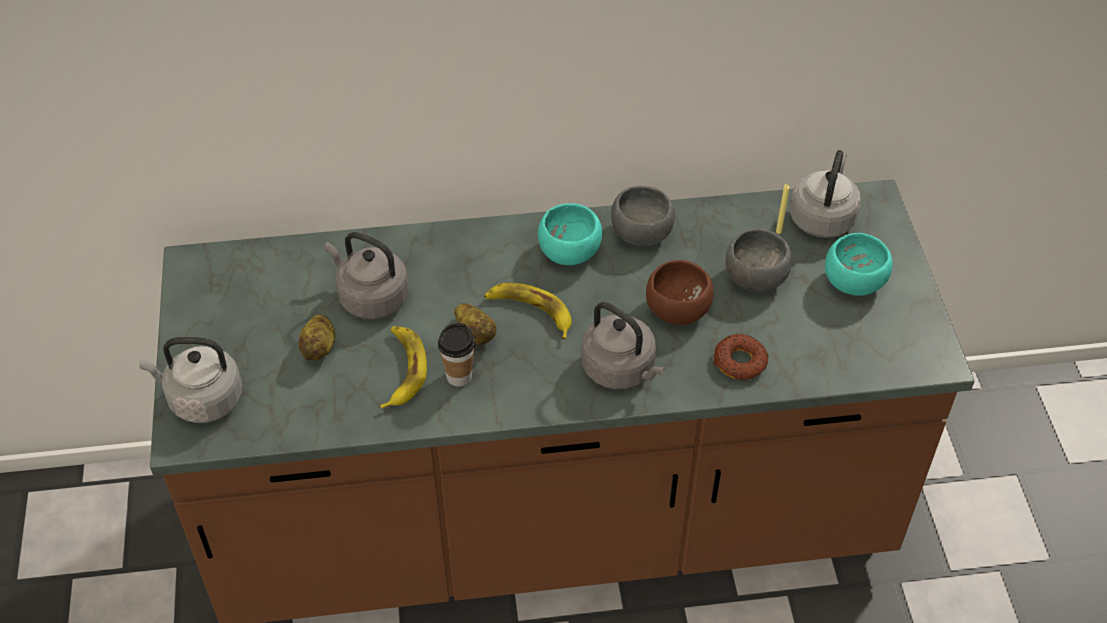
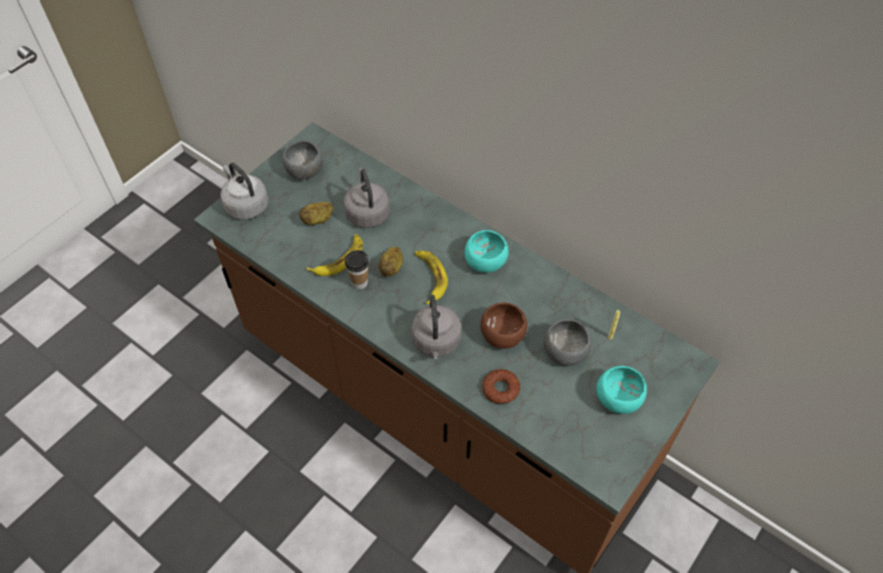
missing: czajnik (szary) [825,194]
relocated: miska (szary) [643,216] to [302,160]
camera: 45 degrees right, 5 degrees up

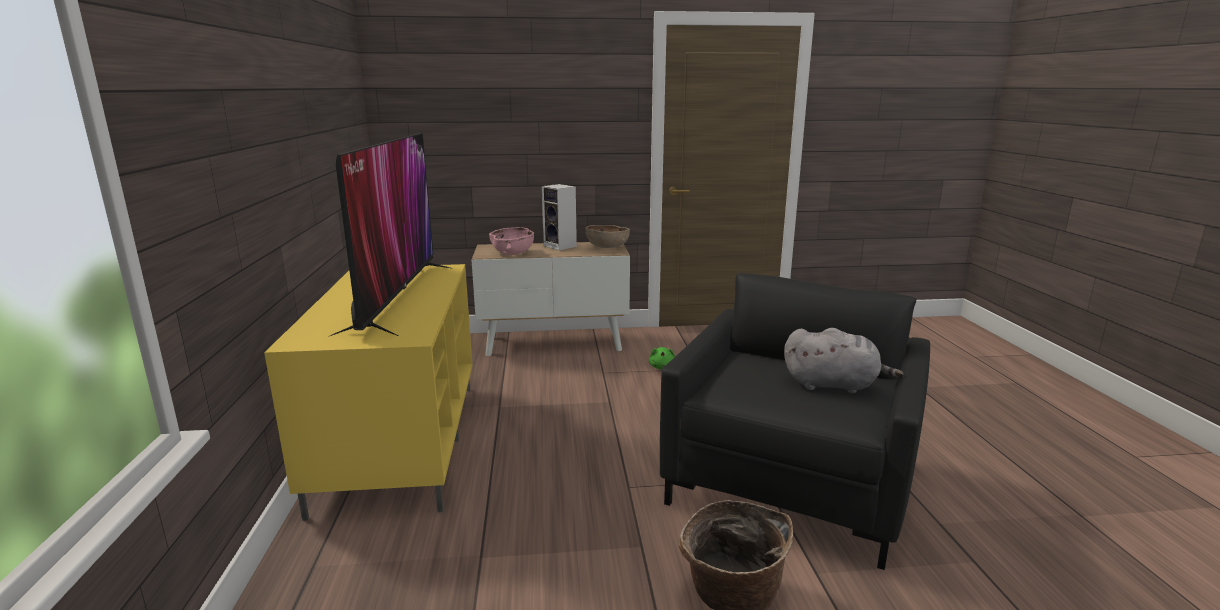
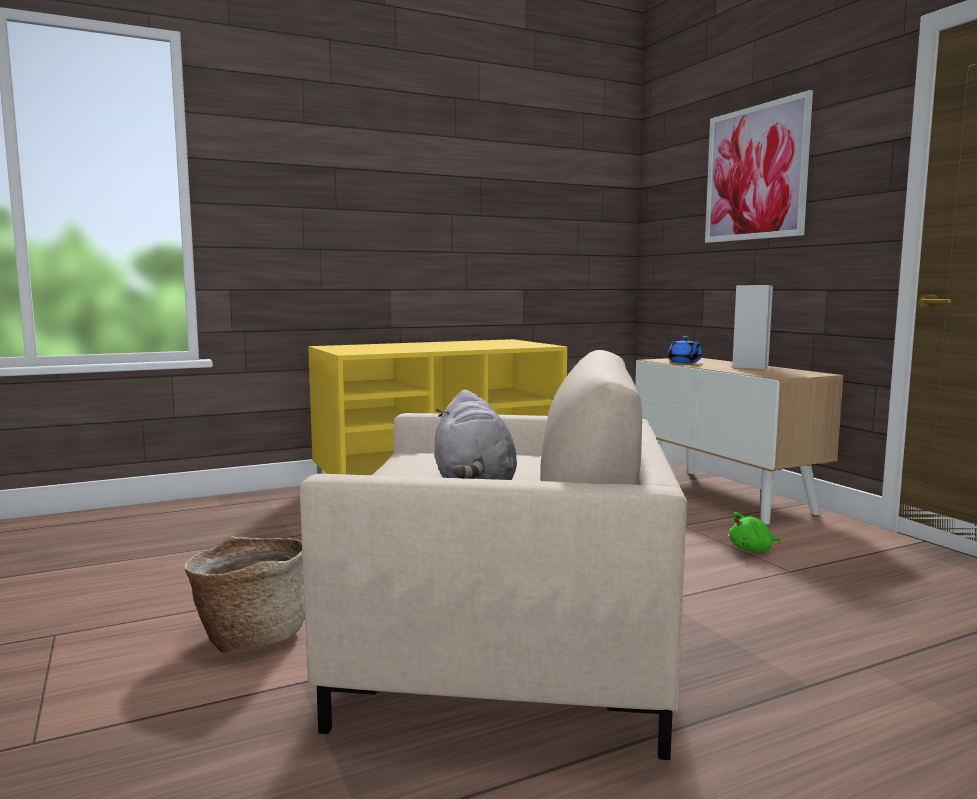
missing: telewizor [391,234]; miska (brązowy) [608,236]
appeared: obraz [759,166]
exchanged: miska (różowy) [511,241] to imbryk (niebieski) [685,349]
colour: fotel (czarny) [795,421] to fotel (beżowy) [493,555]
camera: 70 degrees right, 10 degrees down

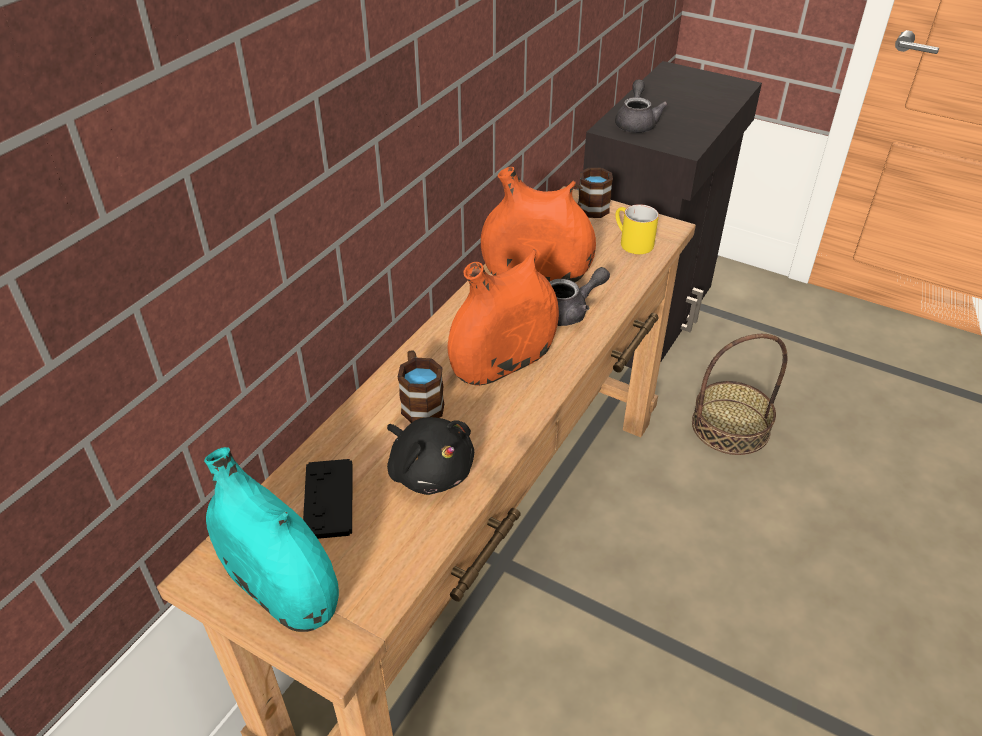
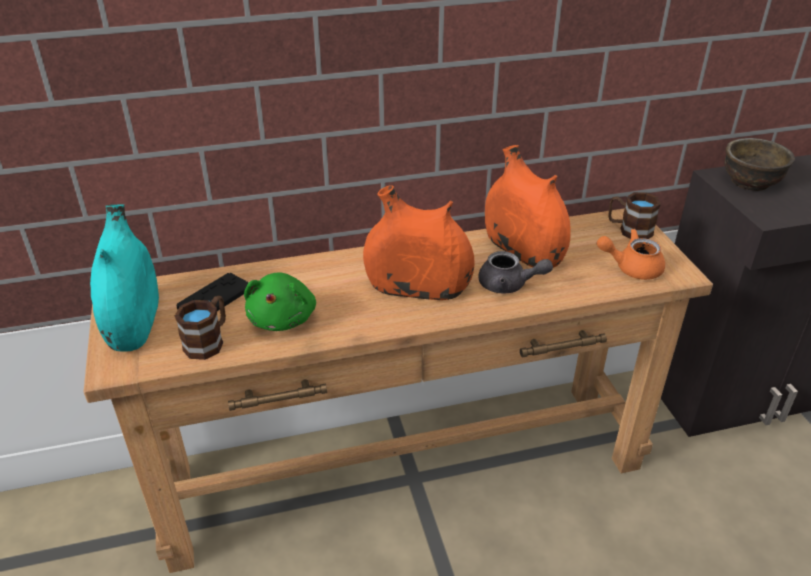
missing: koszyk [739,394]
relocated: kubek (brązowy) [421,386] to [200,328]
exchanged: imbryk (szary) [641,106] to miska (brązowy) [760,164]; kubek (żółty) [637,229] to imbryk (pomarańczowy) [631,254]
colour: pluszak (czarny) [430,456] to pluszak (zielony) [280,301]
camera: 45 degrees right, 5 degrees down

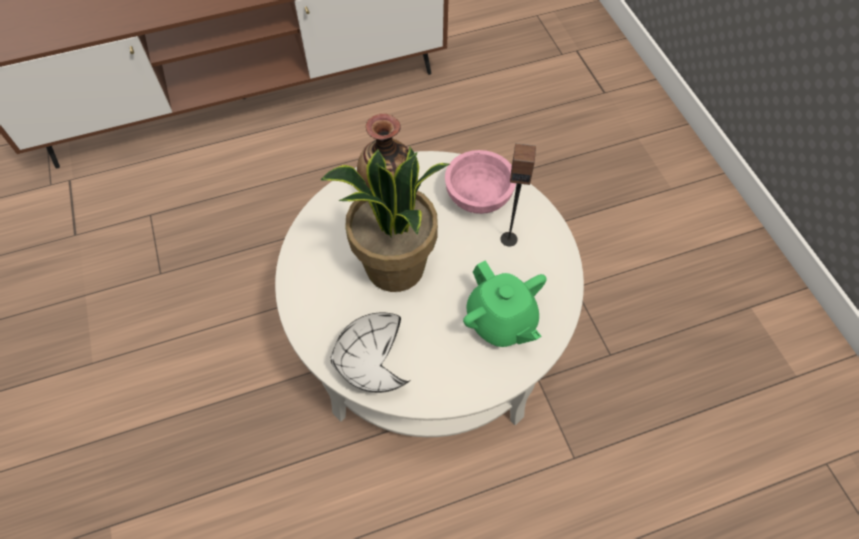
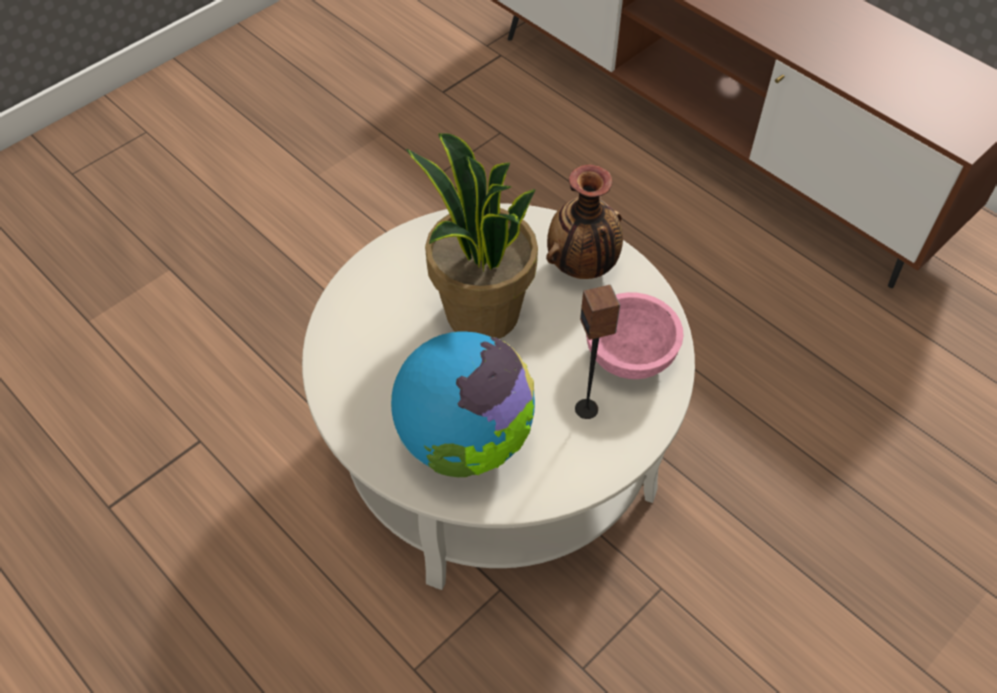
missing: miska (biały) [370,353]
exchanged: imbryk (zielony) [505,303] to globus [463,404]
camera: 65 degrees right, 5 degrees down

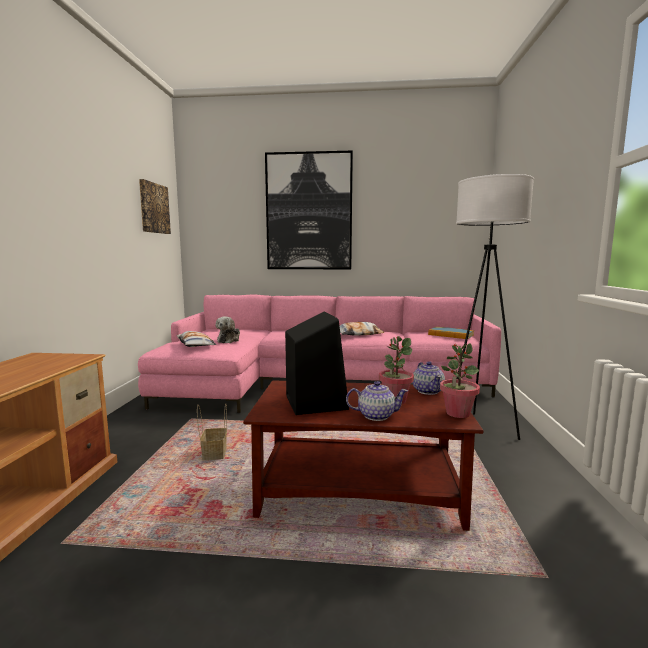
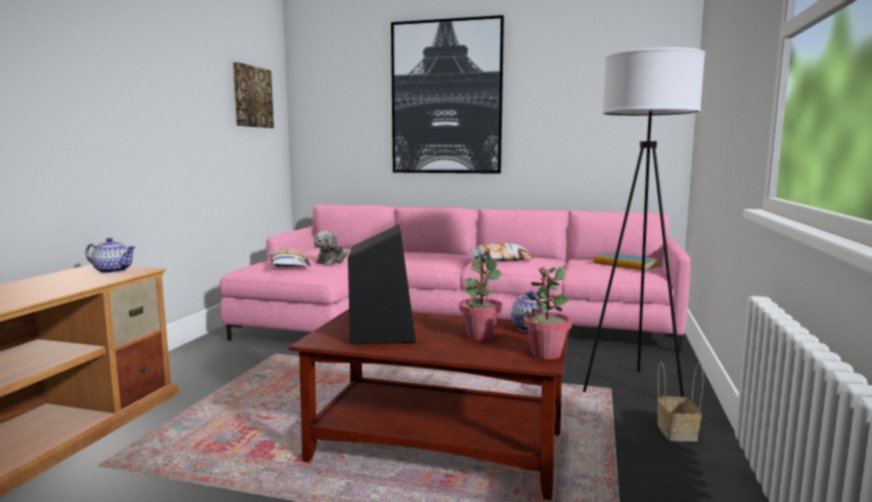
relocated: koszyk [212,431] to [680,402]; imbryk [377,401] to [110,256]
camera: 10 degrees right, 0 degrees up

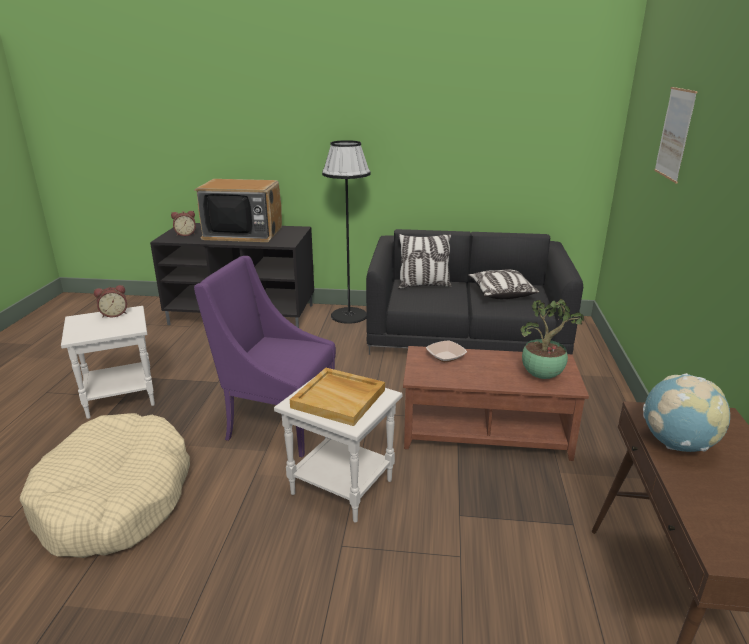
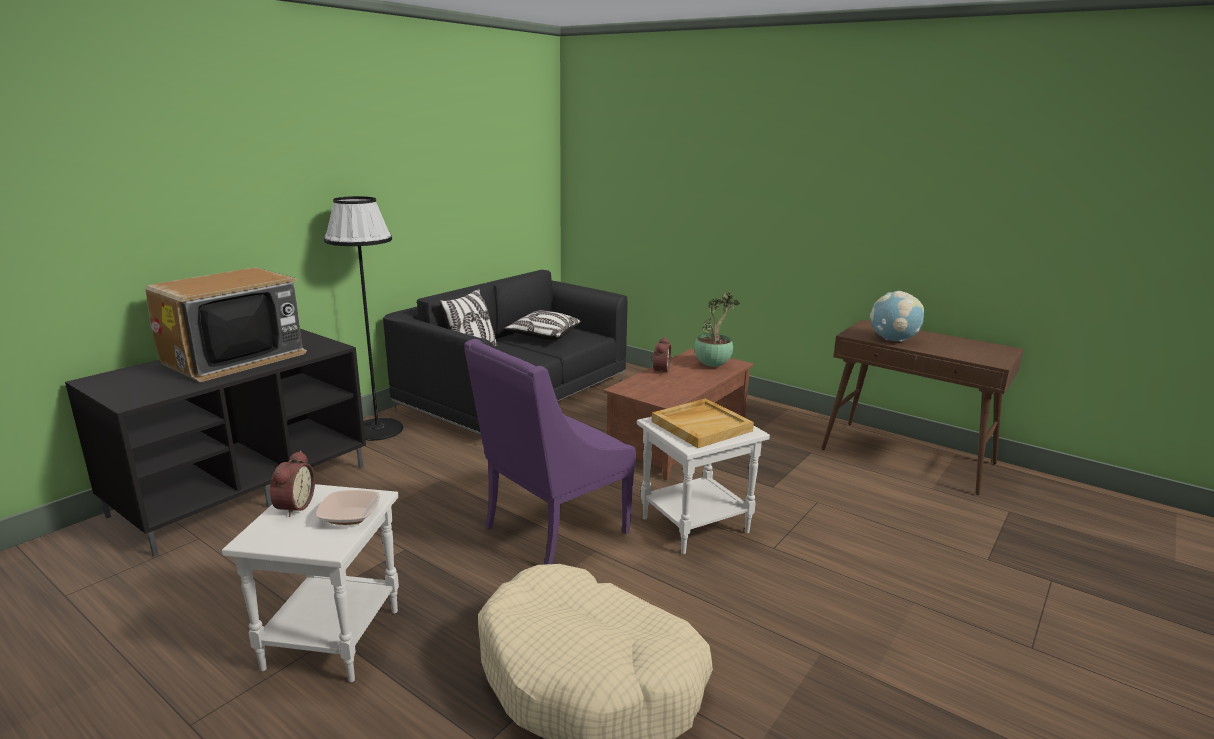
missing: obraz [676,135]
relocated: budzik [183,223] to [661,356]; miska [446,351] to [348,507]
camera: 60 degrees left, 5 degrees down

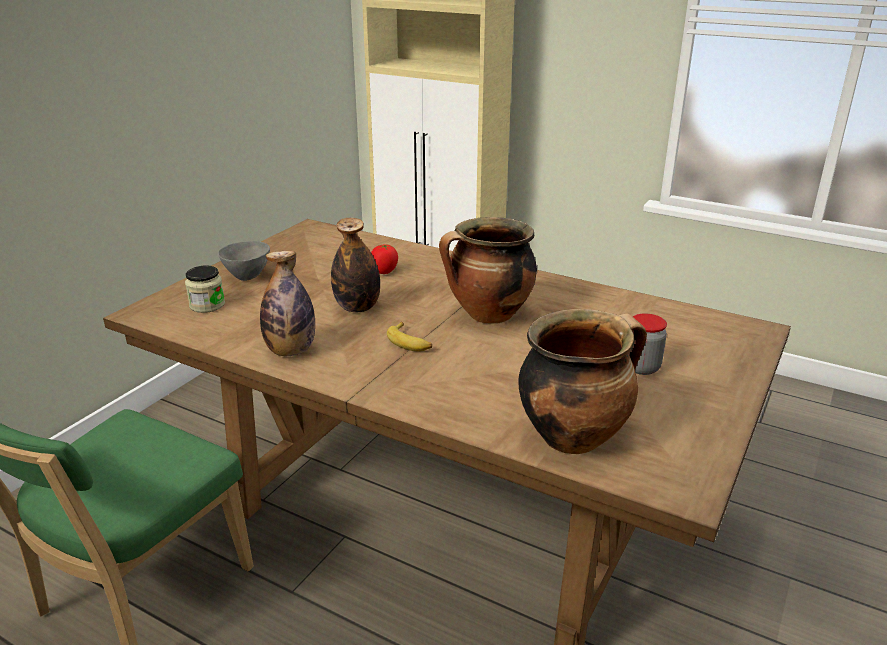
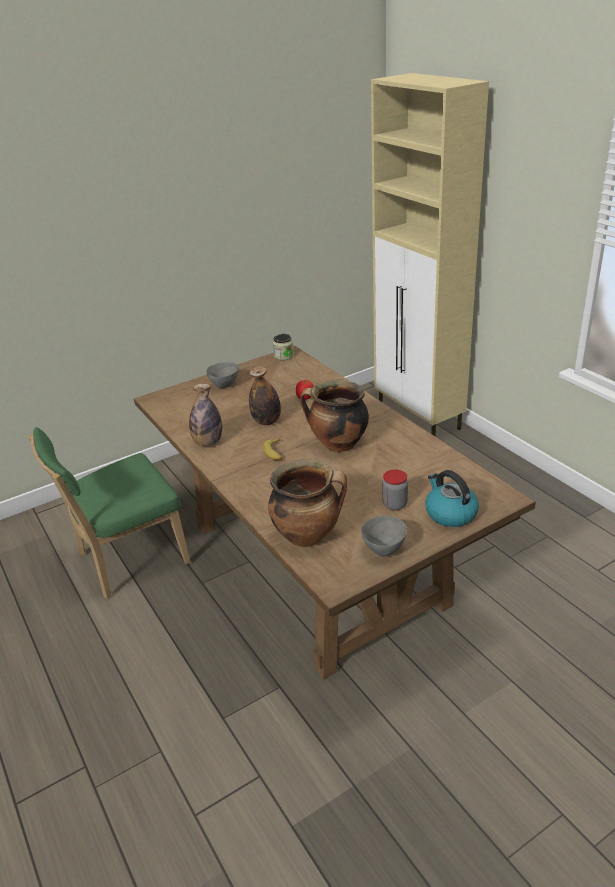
appeared: miska (szary) [384,536]; czajnik [452,498]
relocated: słoik [205,289] to [283,347]
camera: 30 degrees right, 5 degrees up

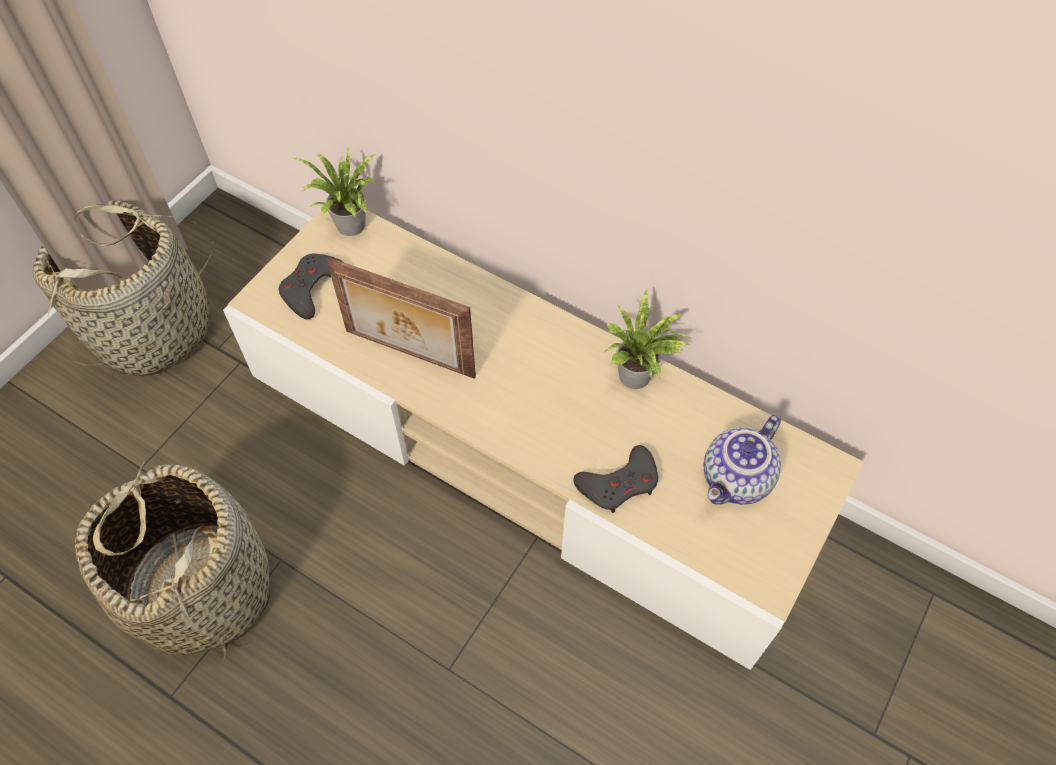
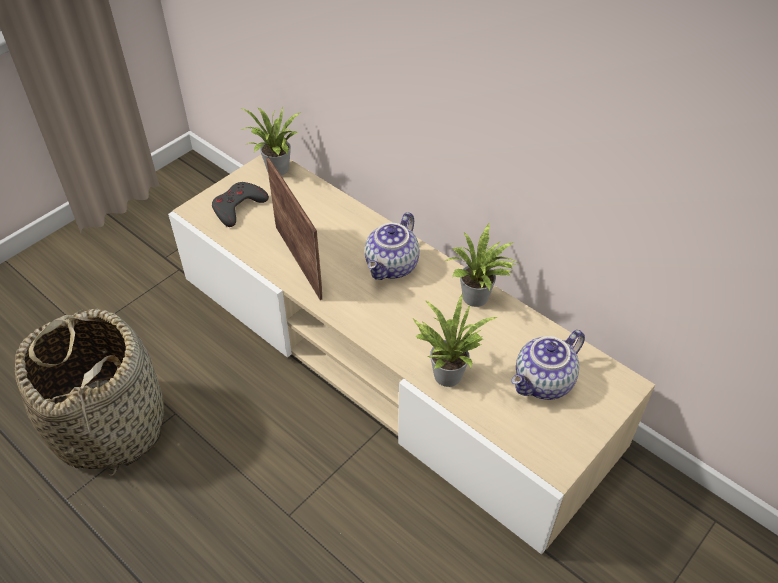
missing: koszyk [123,288]
appeared: imbryk [392,246]
exchanged: pad do gier (szary) [615,479] to roślina doniczkowa [455,340]
spun: ramka na zdjęcie [401,318] = [294,229] 150 degrees counterclockwise
camera: 10 degrees right, 10 degrees down

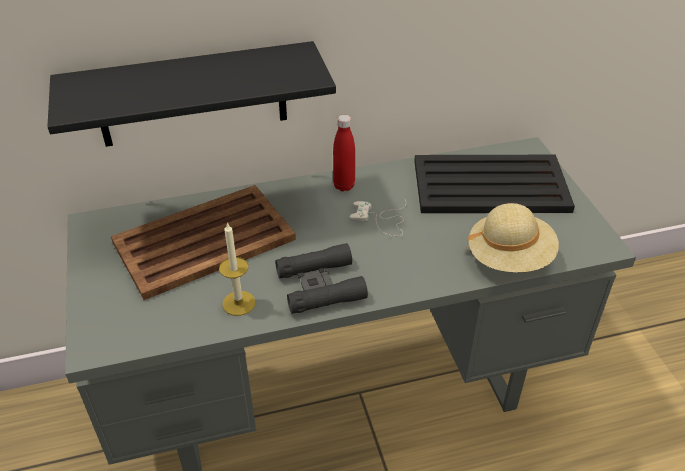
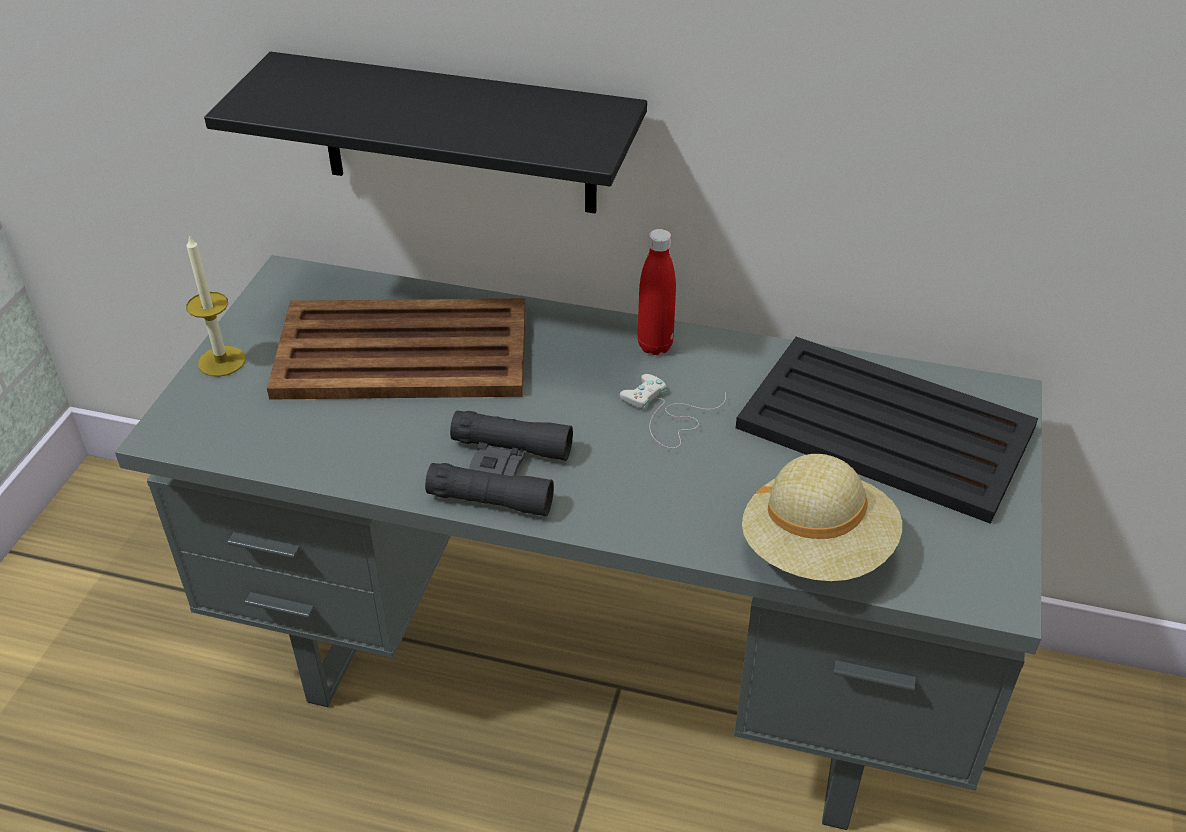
relocated: świeca [237,269] to [216,306]
camera: 30 degrees right, 0 degrees up

